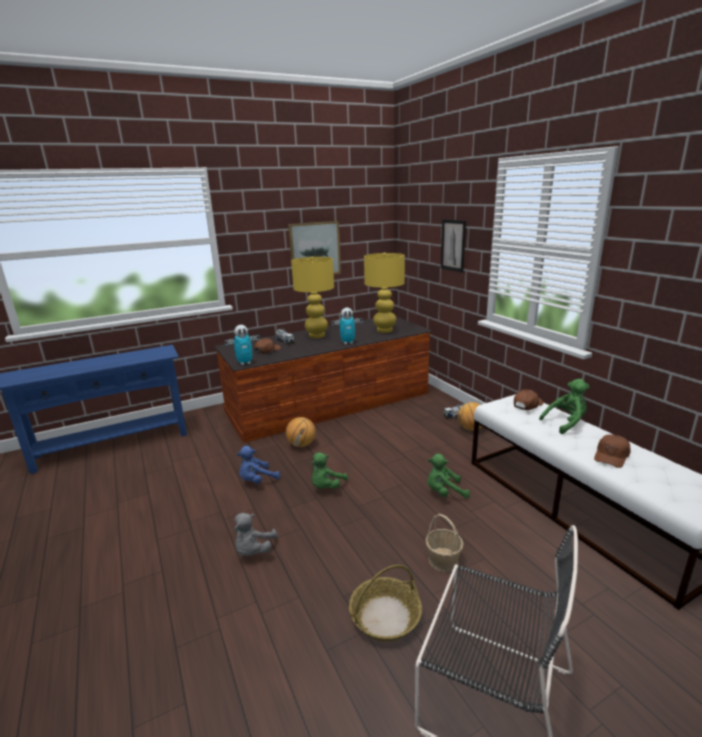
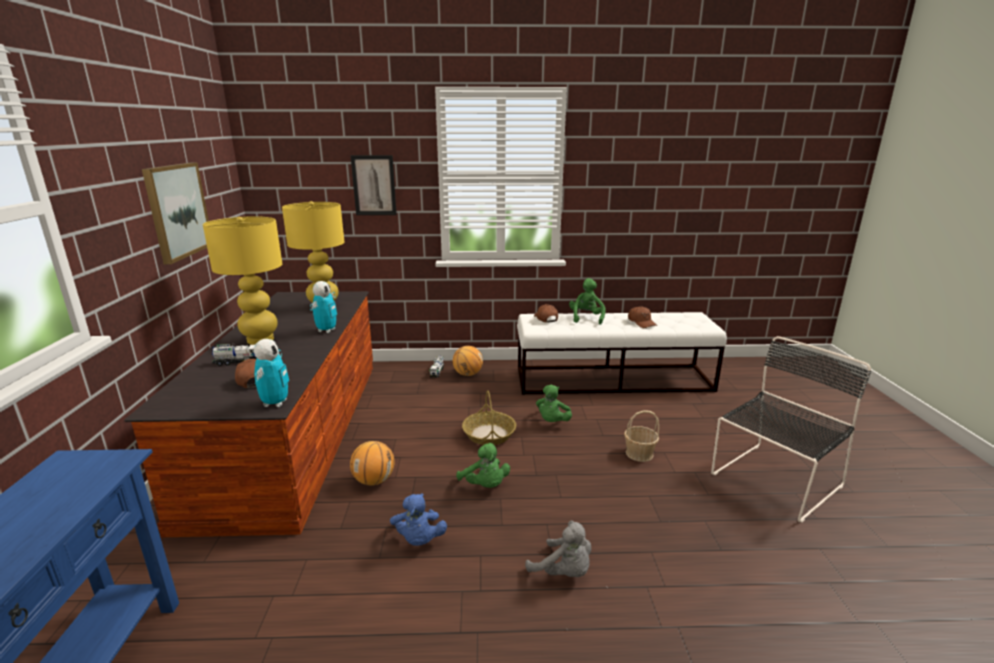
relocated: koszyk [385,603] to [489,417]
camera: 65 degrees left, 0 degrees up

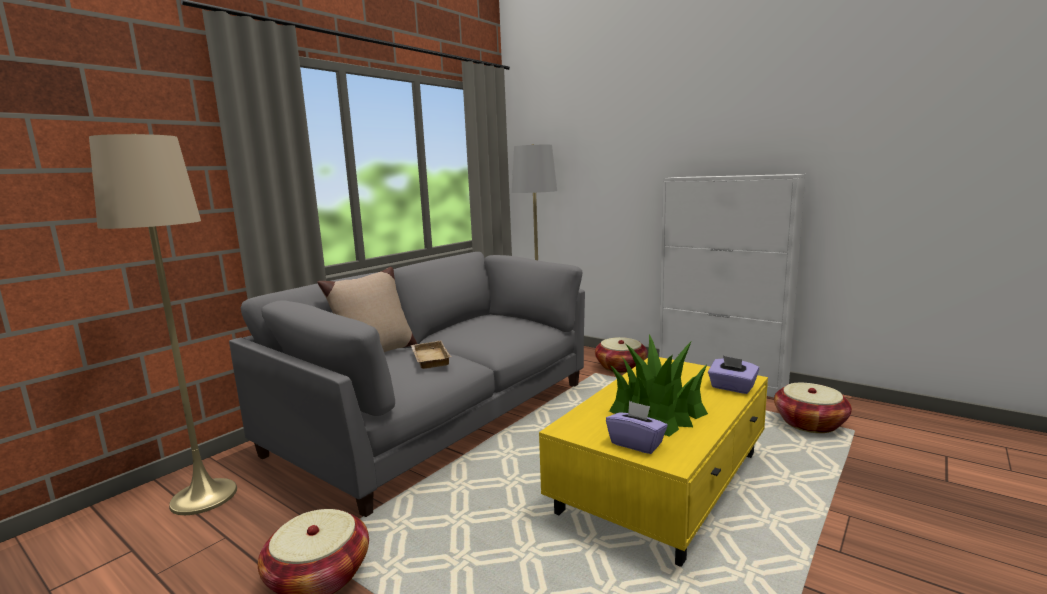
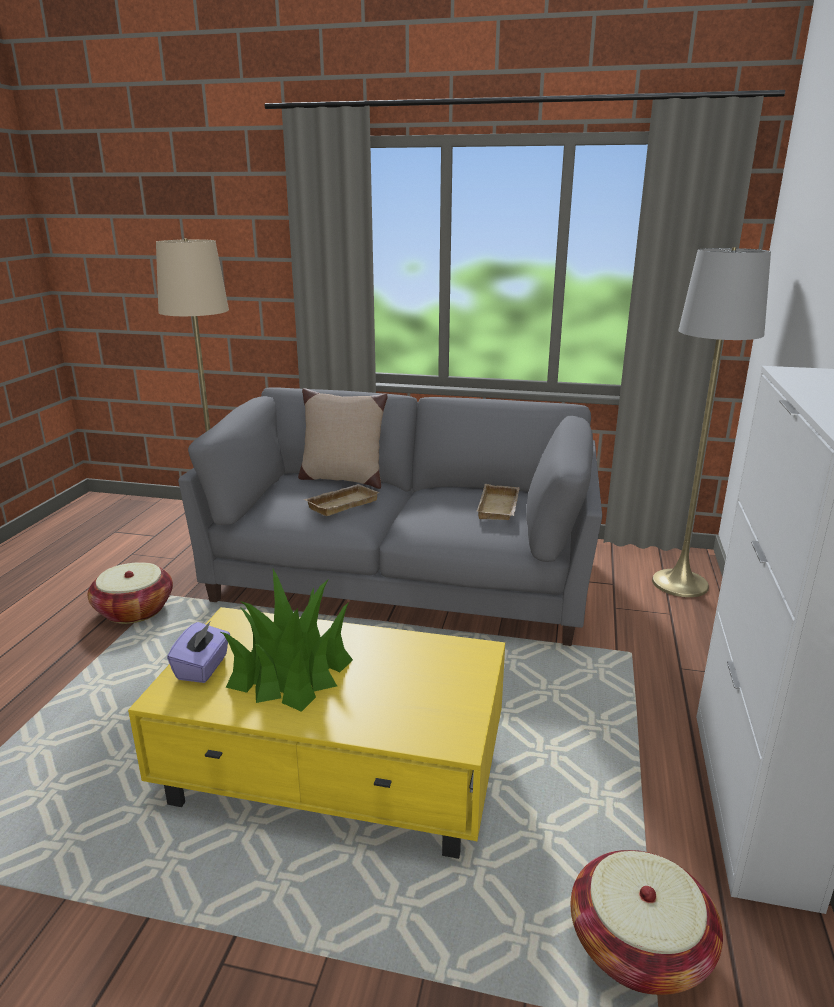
missing: koszyk [621,355]; pudełko chusteczek (fioletowy) [733,375]
appeared: taca (beżowy) [498,502]
camera: 65 degrees right, 10 degrees up

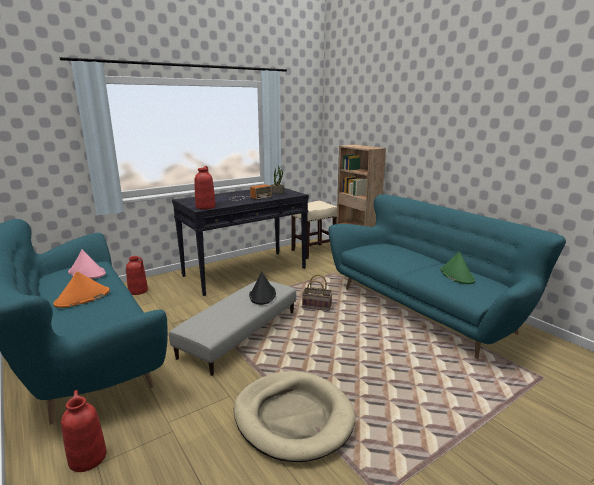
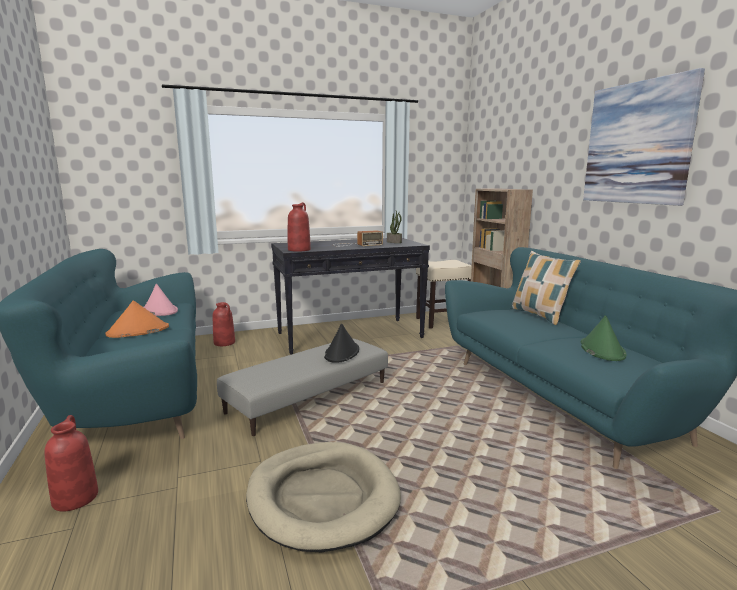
missing: koszyk [317,292]
appeared: poduszka [545,288]; obraz [644,137]
camera: 15 degrees right, 5 degrees down

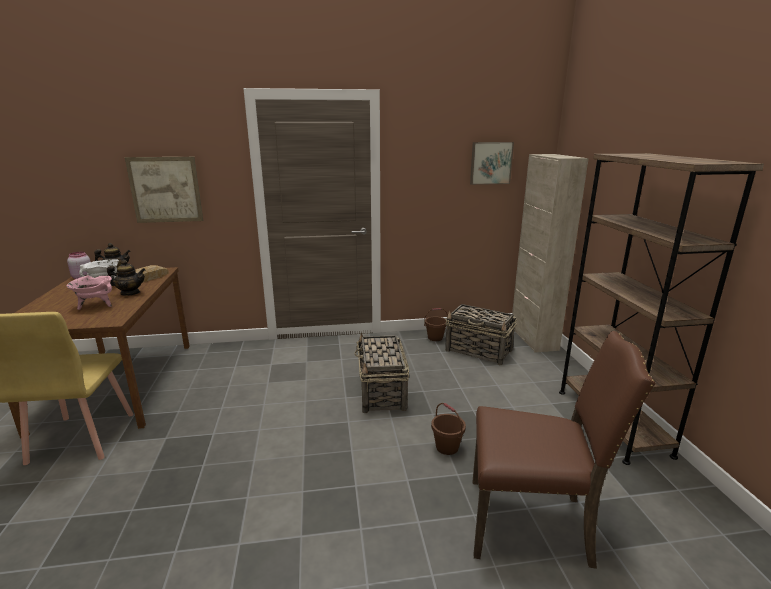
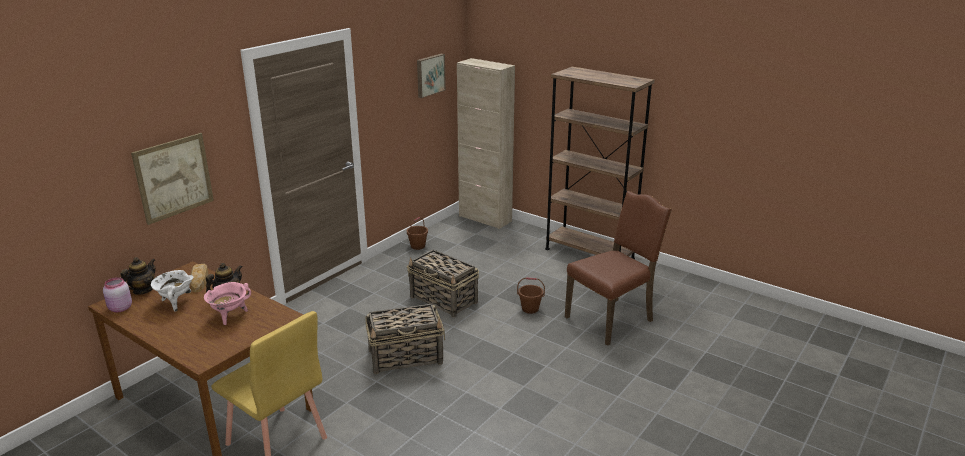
relocated: koszyk [481,334] to [405,339]
camera: 45 degrees left, 5 degrees up

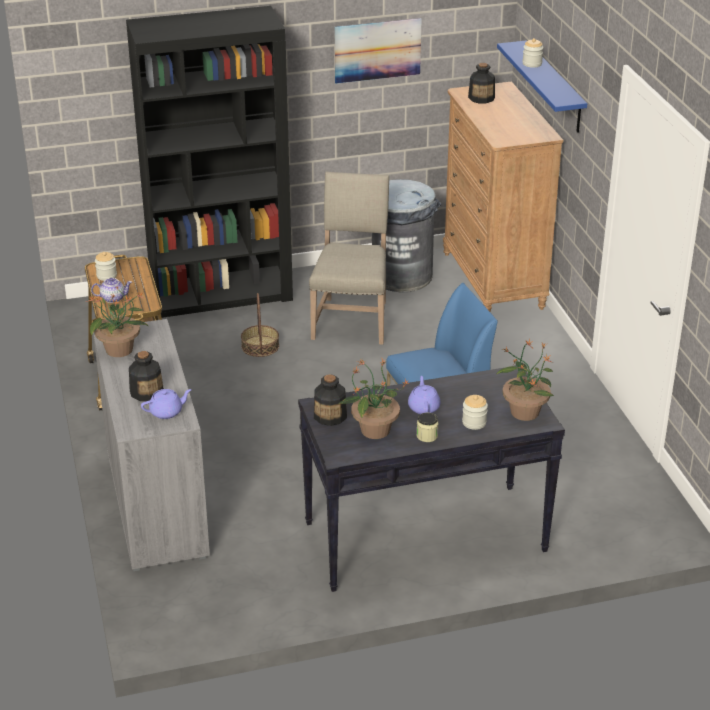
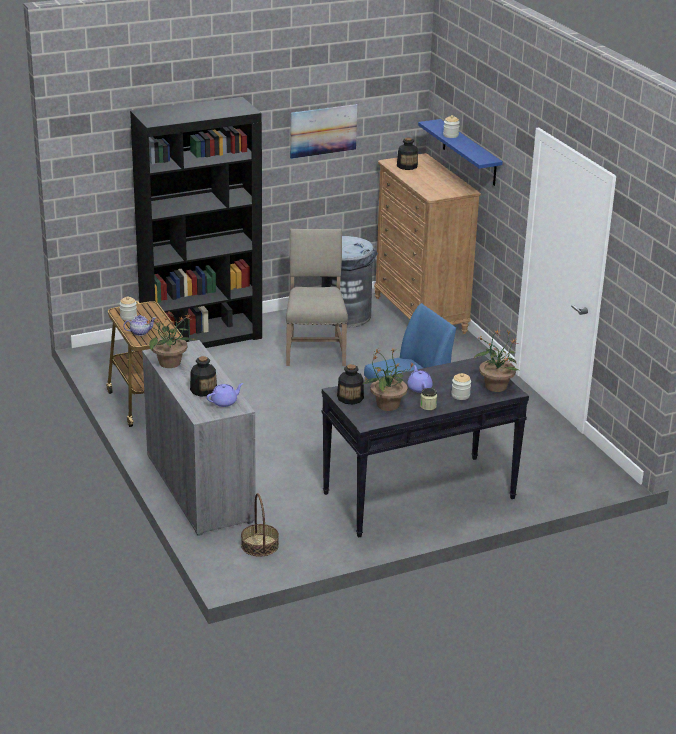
relocated: koszyk [260,325] to [260,525]
camera: 10 degrees left, 5 degrees down

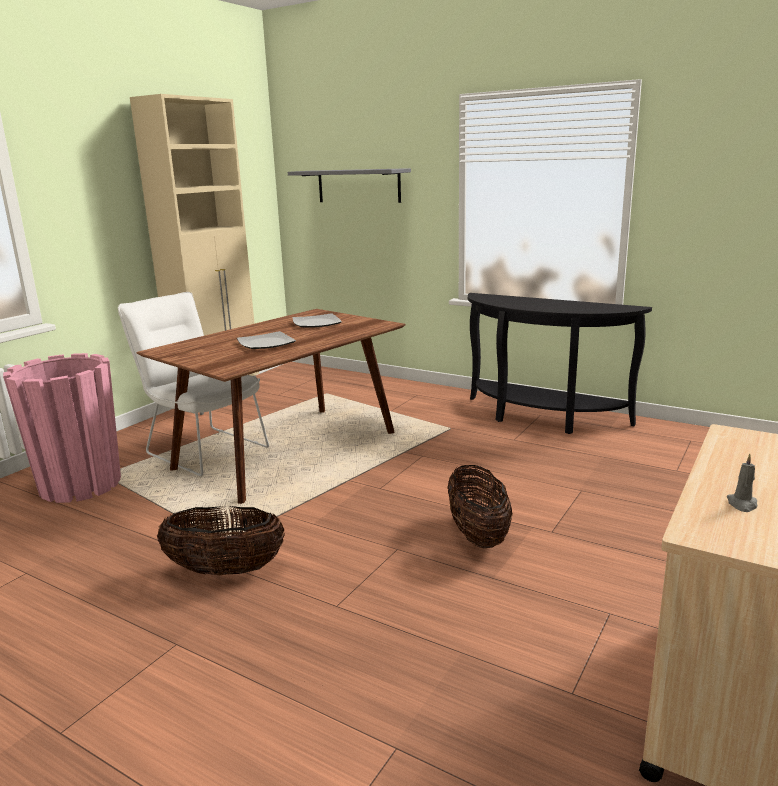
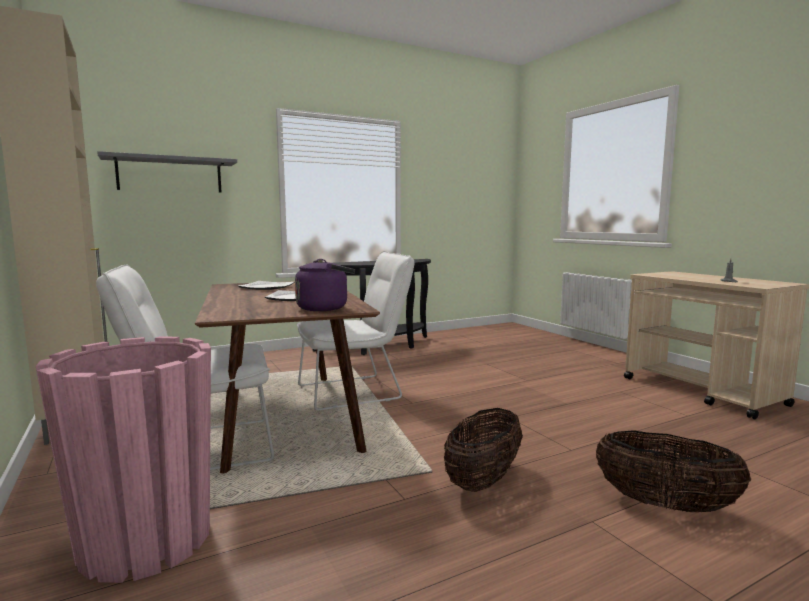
appeared: czajnik (fioletowy) [325,285]; krzesło (biały) [355,331]
relocated: koszyk [480,506] to [673,471]
camera: 60 degrees left, 10 degrees down

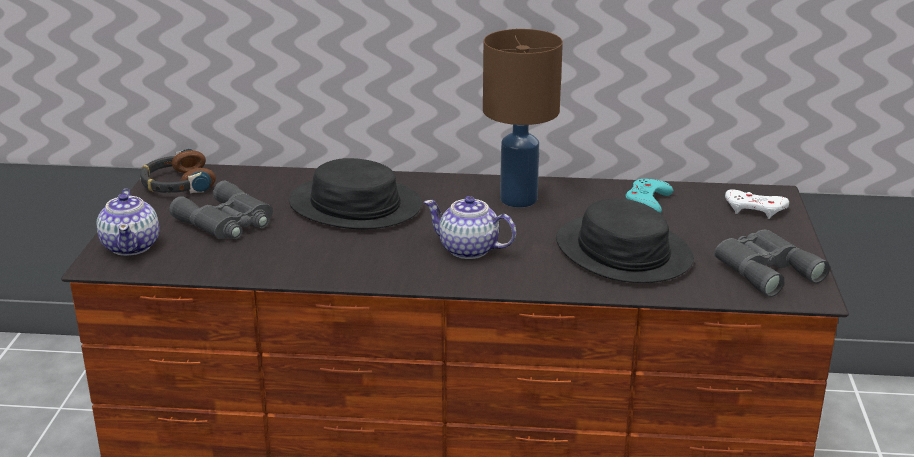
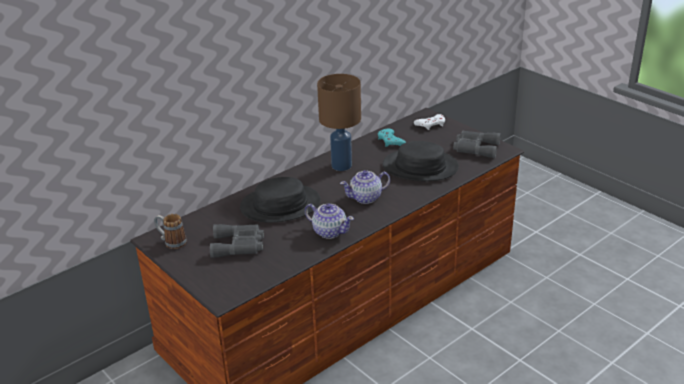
relocated: imbryk [127,222] to [329,221]
exchanged: słuchawki [178,171] to kubek [170,231]
camera: 45 degrees left, 5 degrees up

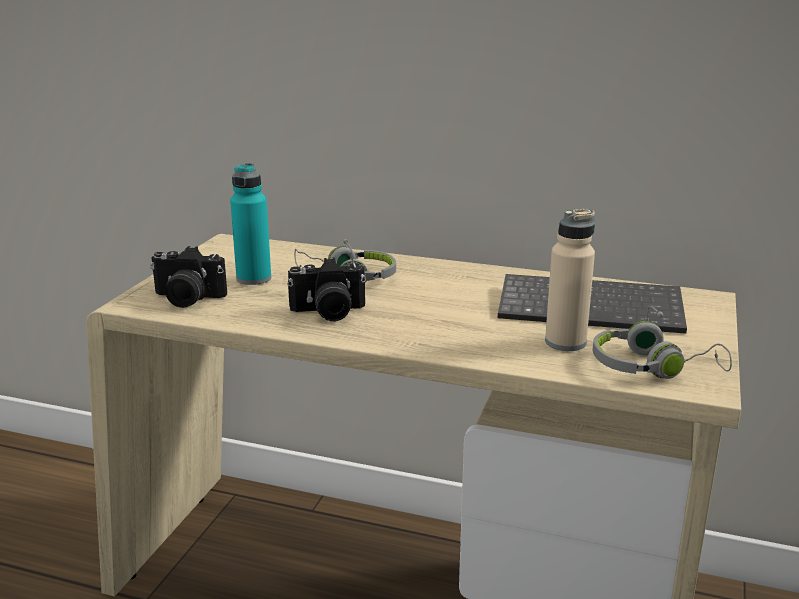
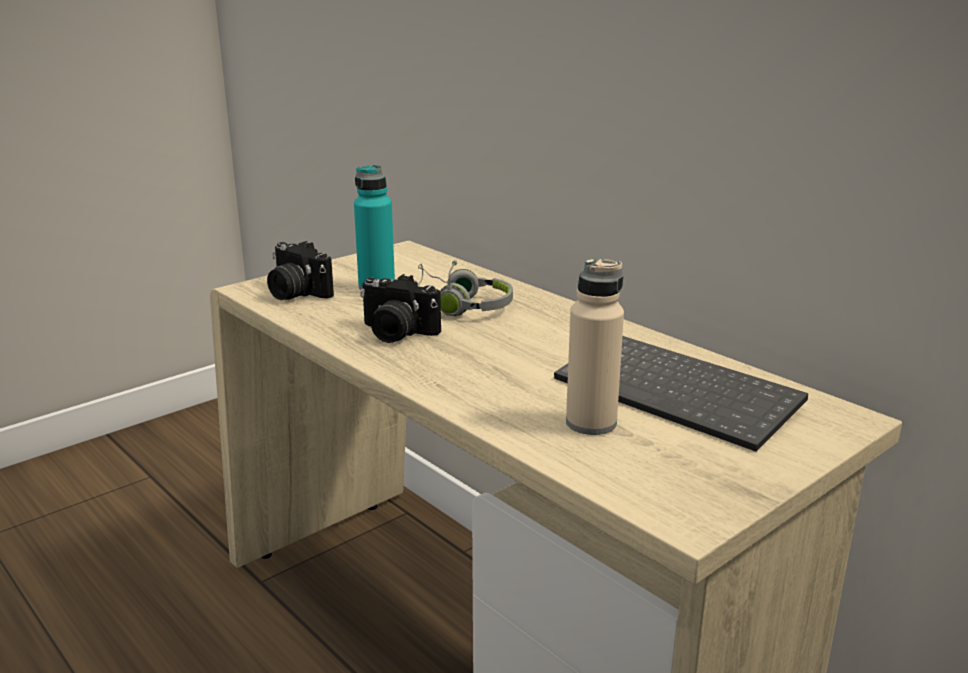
missing: słuchawki (szary) [662,342]
camera: 30 degrees right, 0 degrees up

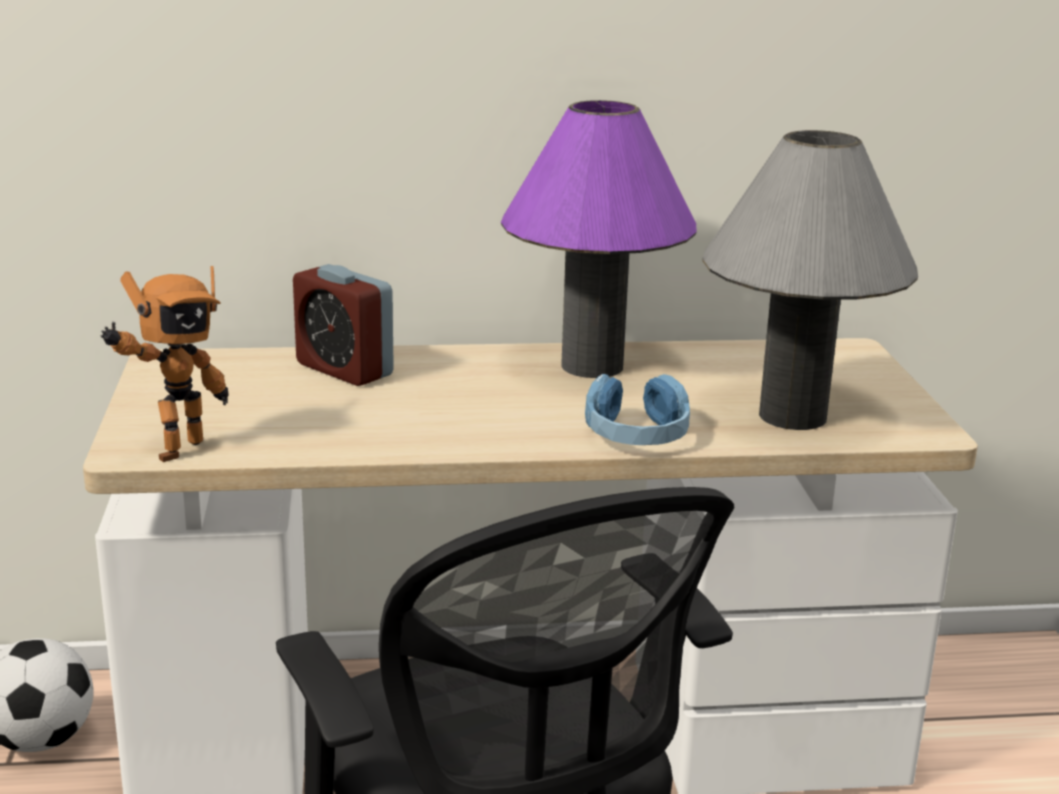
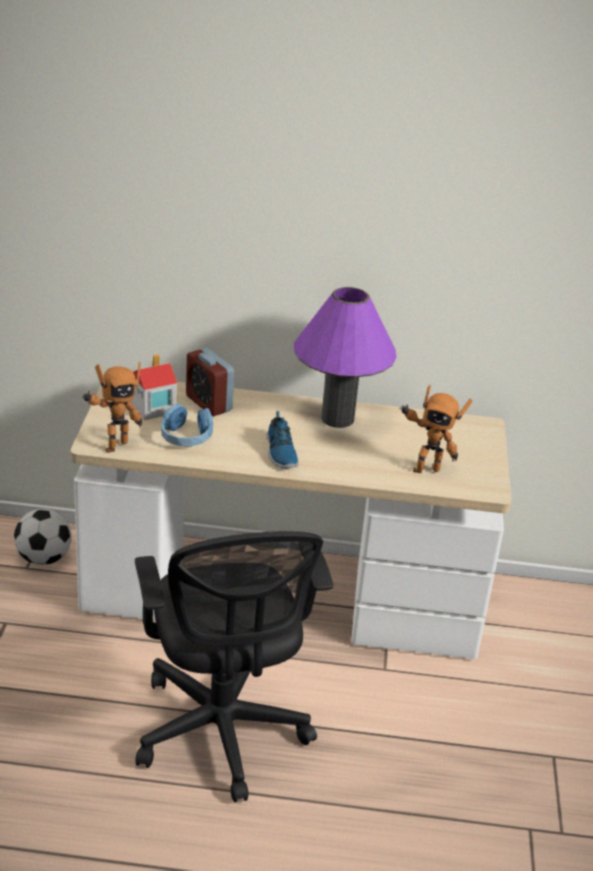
appeared: domek [154,387]; but [282,439]
relocated: słuchawki (niebieski) [637,409] to [187,425]
exchanged: lampa stołowa (szary) [810,280] to robot zabawkowy [435,429]
camera: 10 degrees right, 10 degrees up

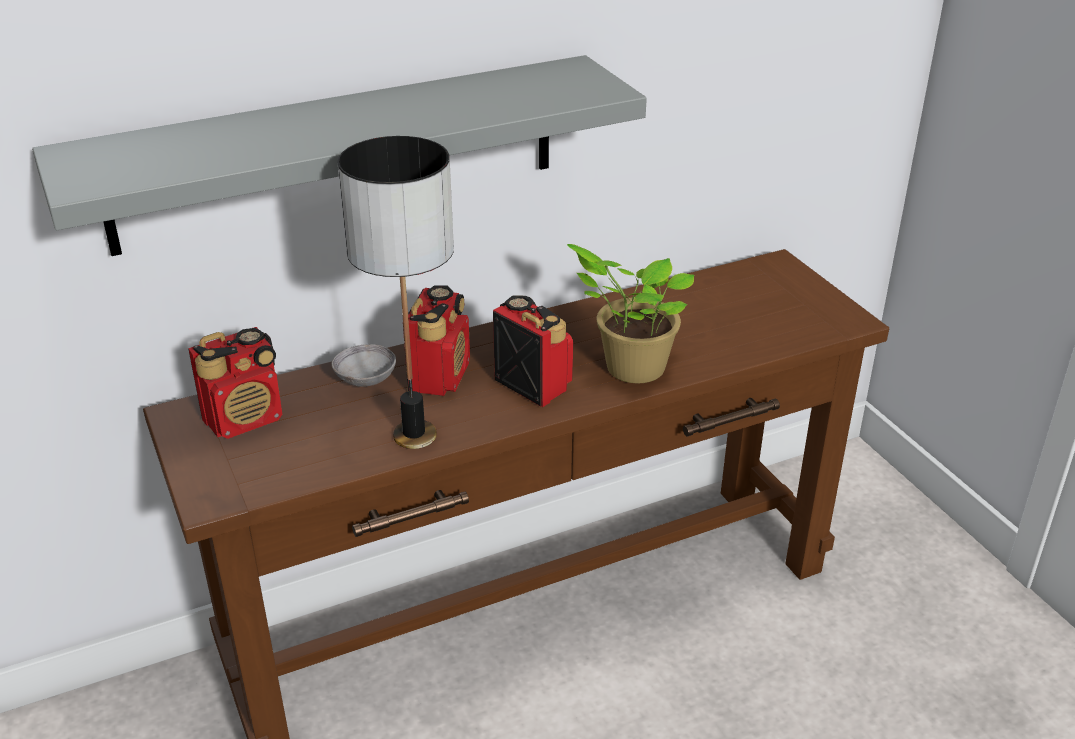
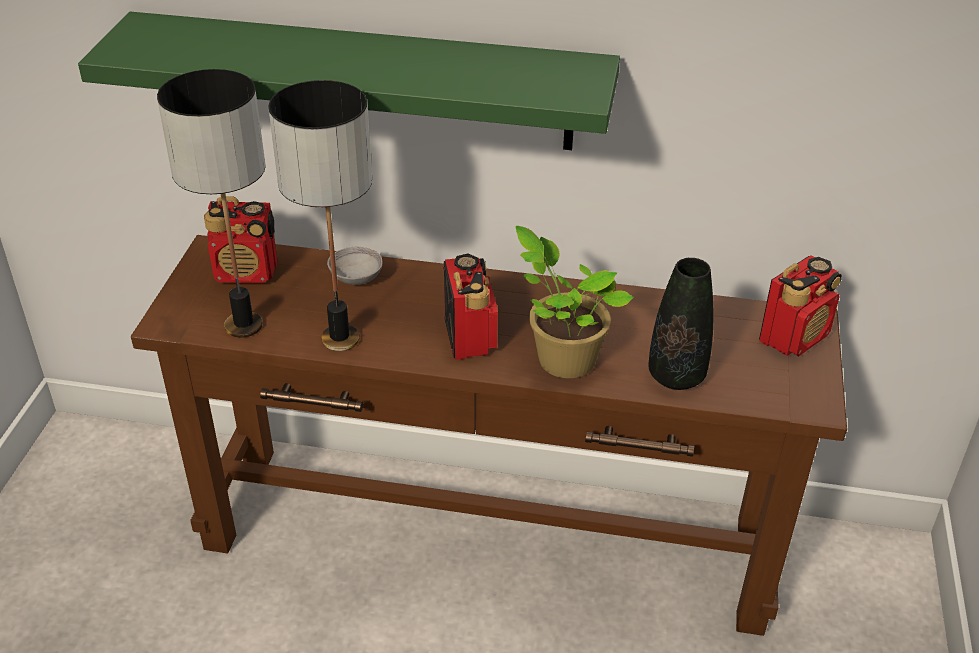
appeared: lampa stołowa [211,203]; wazon (czarny) [680,324]
relocated: radio [436,341] to [800,306]
colour: półka (szary) [339,155] to półka (zielony) [349,81]
camera: 35 degrees right, 5 degrees up

